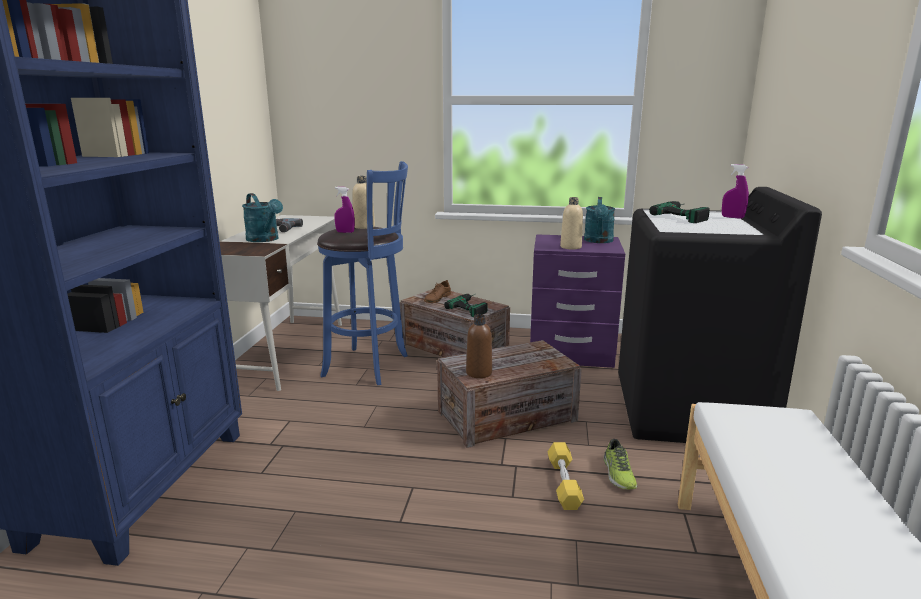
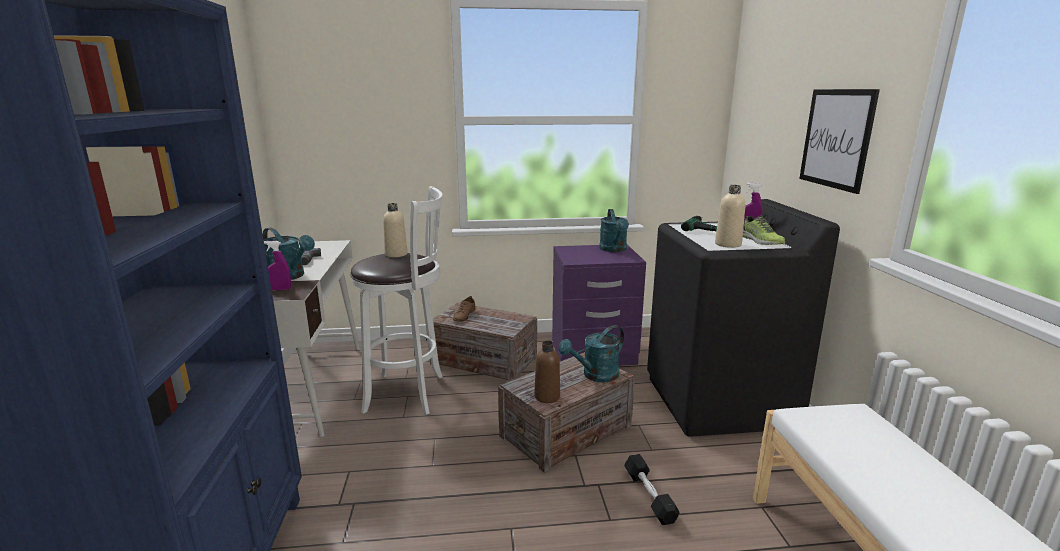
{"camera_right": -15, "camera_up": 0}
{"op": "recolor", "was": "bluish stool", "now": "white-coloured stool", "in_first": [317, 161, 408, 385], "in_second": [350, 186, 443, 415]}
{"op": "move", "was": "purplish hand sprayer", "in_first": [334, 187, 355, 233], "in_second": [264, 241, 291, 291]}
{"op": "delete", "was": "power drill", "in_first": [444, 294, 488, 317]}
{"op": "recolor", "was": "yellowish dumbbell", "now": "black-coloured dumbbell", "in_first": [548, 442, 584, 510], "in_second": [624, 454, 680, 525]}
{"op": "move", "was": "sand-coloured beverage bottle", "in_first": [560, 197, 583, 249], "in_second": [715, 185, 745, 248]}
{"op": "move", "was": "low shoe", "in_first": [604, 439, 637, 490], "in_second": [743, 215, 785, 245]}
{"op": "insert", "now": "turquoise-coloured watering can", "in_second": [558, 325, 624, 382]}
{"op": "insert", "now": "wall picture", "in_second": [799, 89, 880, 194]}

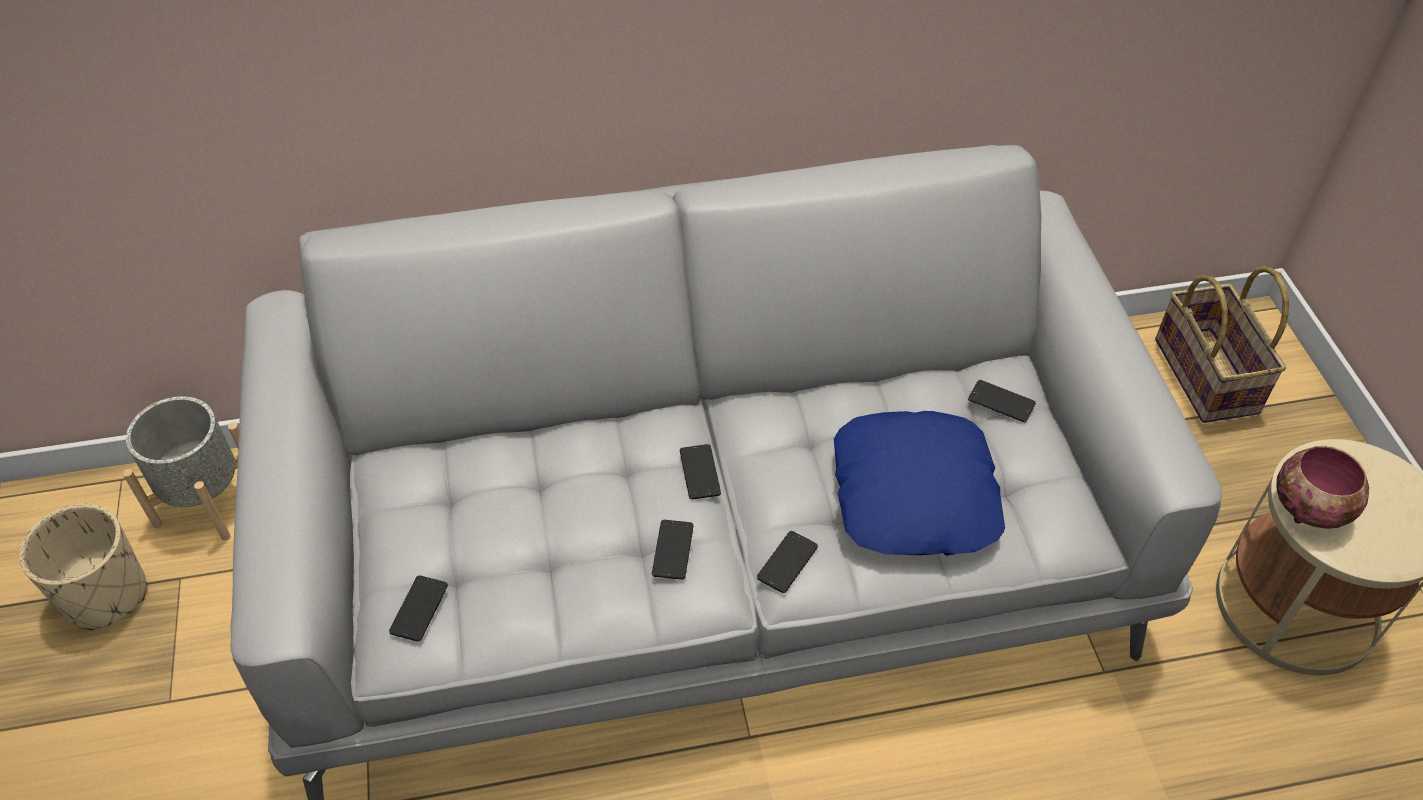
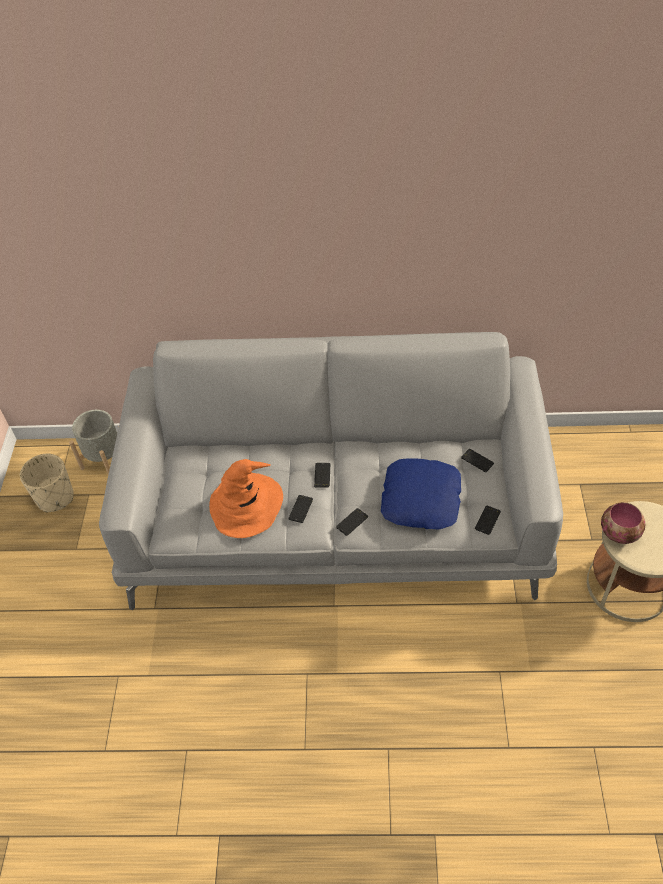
{"camera_right": 15, "camera_up": 0}
{"op": "move", "was": "handset", "in_first": [389, 575, 448, 642], "in_second": [475, 506, 501, 535]}
{"op": "delete", "was": "basket", "in_first": [1155, 266, 1289, 423]}
{"op": "insert", "now": "orange wearable hat", "in_second": [209, 459, 283, 538]}

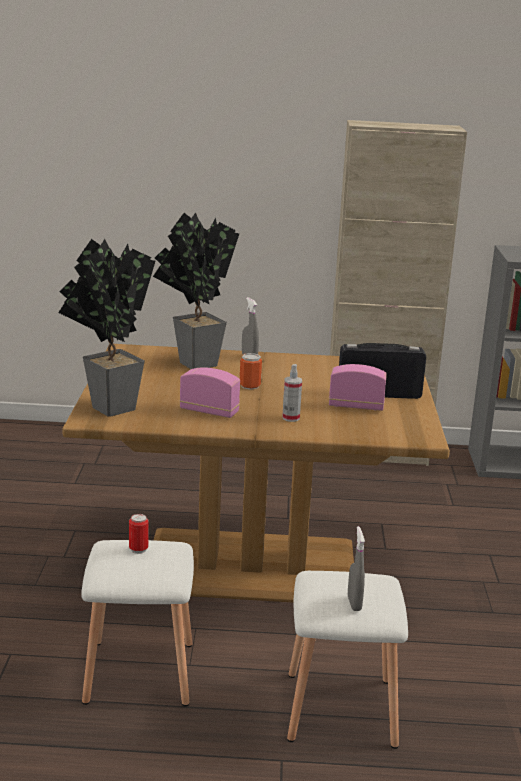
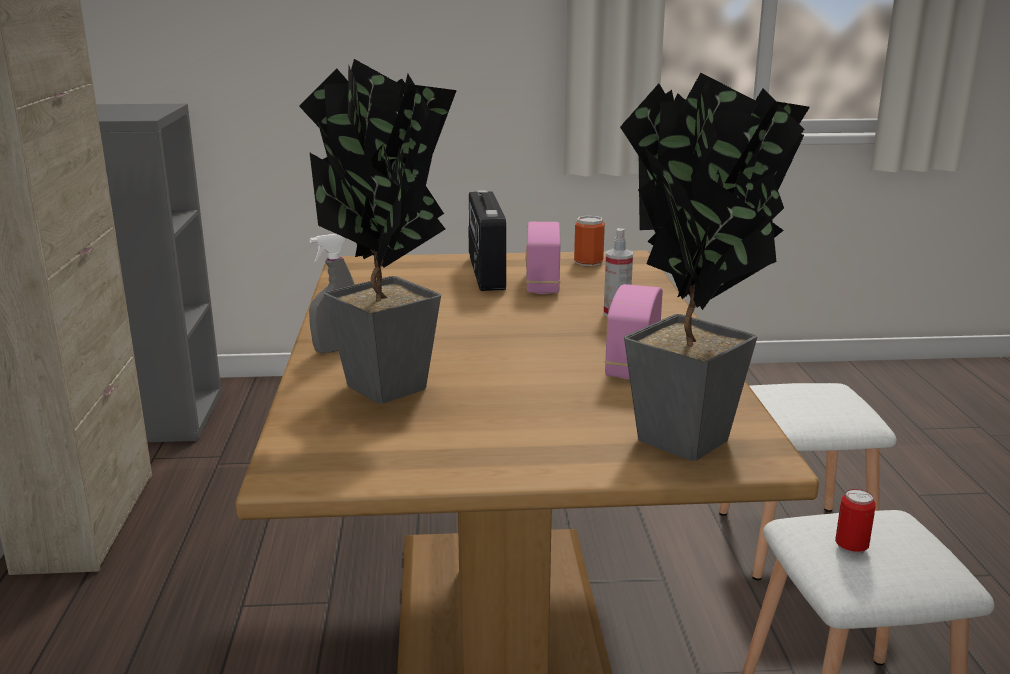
{"camera_right": -95, "camera_up": 0}
{"op": "move", "was": "sealed can", "in_first": [240, 353, 262, 389], "in_second": [574, 216, 605, 266]}
{"op": "delete", "was": "gray hand sprayer", "in_first": [348, 526, 365, 611]}

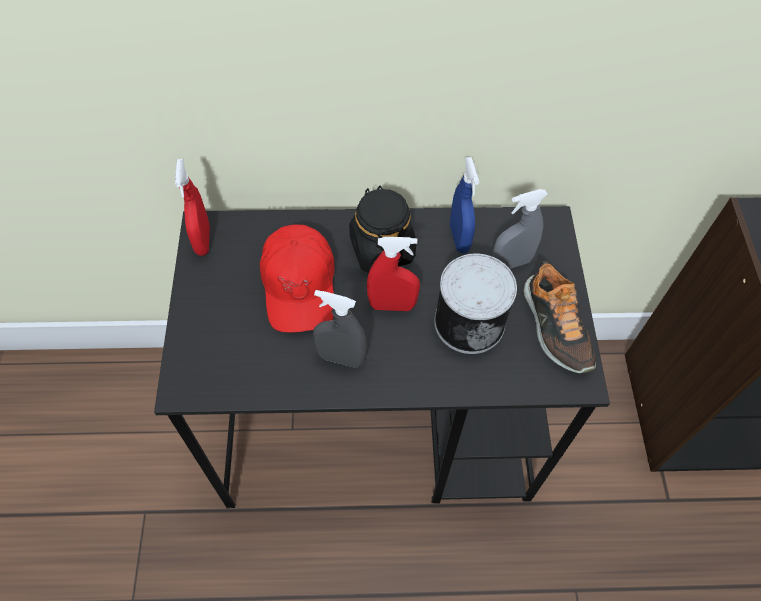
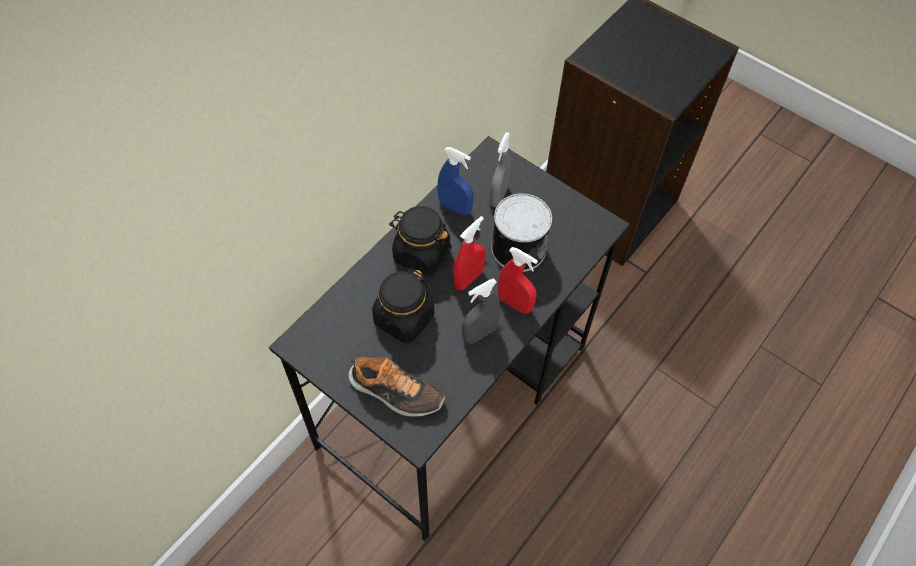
{"camera_right": -50, "camera_up": 0}
{"op": "move", "was": "red-coloured hand sprayer", "in_first": [175, 159, 210, 256], "in_second": [498, 247, 538, 314]}
{"op": "replace", "was": "red-coloured baseball cap", "now": "black-coloured jar", "in_first": [260, 224, 335, 333], "in_second": [372, 268, 434, 343]}
{"op": "move", "was": "low shoe", "in_first": [524, 260, 596, 374], "in_second": [348, 357, 445, 417]}

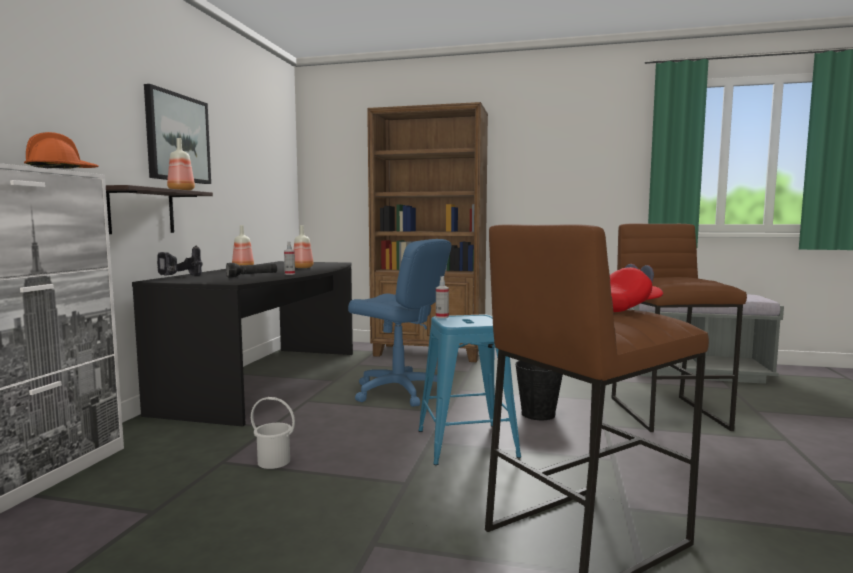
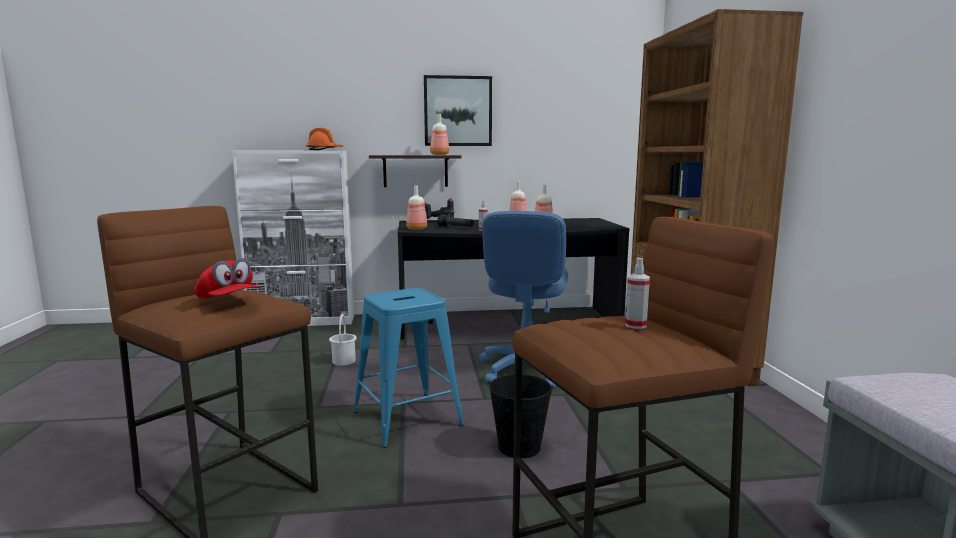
{"camera_right": 70, "camera_up": 5}
{"op": "move", "was": "hand sprayer", "in_first": [436, 276, 449, 318], "in_second": [625, 258, 650, 329]}
{"op": "insert", "now": "beverage bottle", "in_second": [406, 185, 427, 230]}

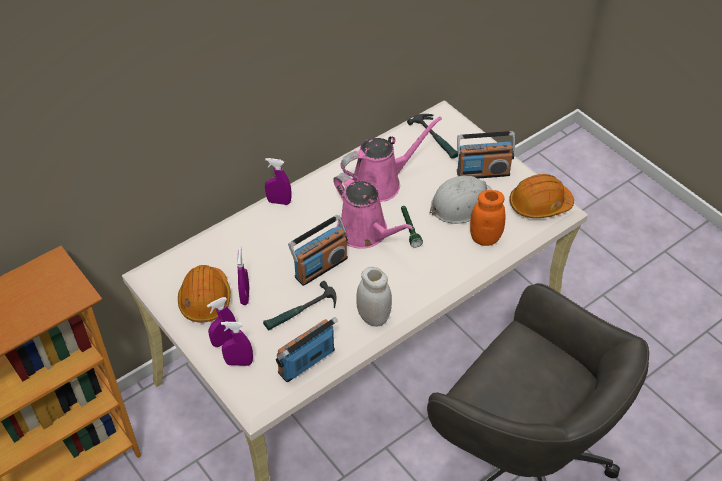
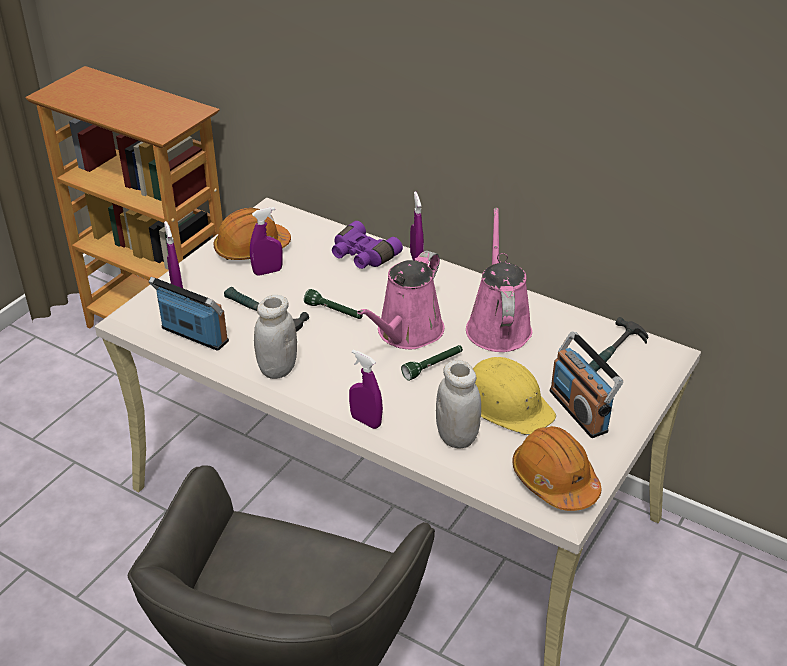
{"camera_right": 70, "camera_up": -10}
{"op": "move", "was": "purplish hand sprayer", "in_first": [207, 297, 236, 347], "in_second": [349, 349, 383, 429]}
{"op": "replace", "was": "radio set", "now": "green-coloured torch", "in_first": [288, 215, 348, 286], "in_second": [304, 289, 363, 319]}
{"op": "rotate", "was": "pinkish watering can", "in_first": [340, 117, 442, 202], "in_second": [466, 208, 532, 352], "clockwise": -135}
{"op": "recolor", "was": "white-coloured hard hat", "now": "yellowish hard hat", "in_first": [430, 176, 492, 224], "in_second": [473, 357, 556, 435]}
{"op": "recolor", "was": "orange jar", "now": "white-coloured jar", "in_first": [470, 190, 505, 246], "in_second": [436, 360, 481, 449]}
{"op": "insert", "now": "purplish field glasses", "in_second": [332, 221, 403, 269]}

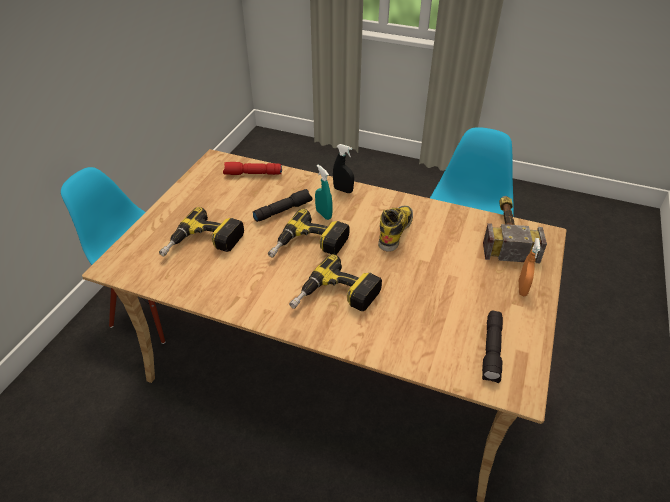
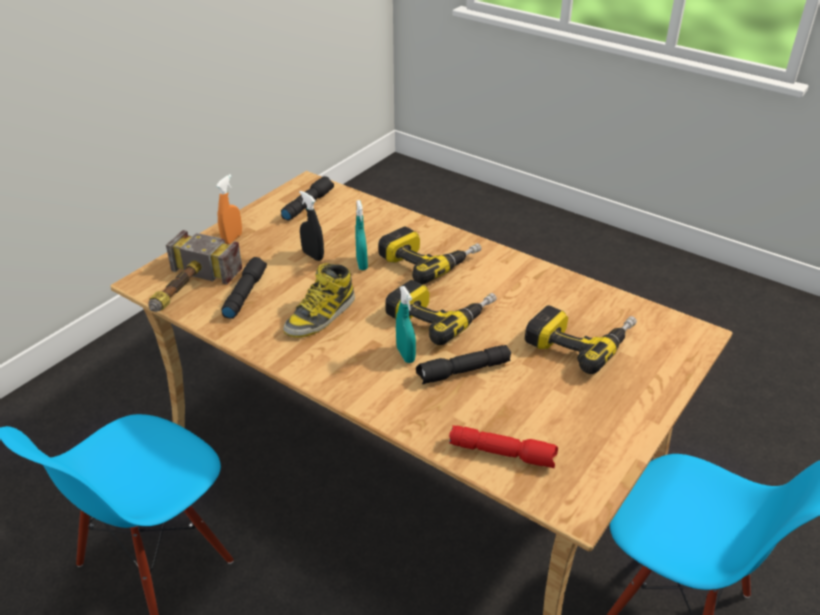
{"camera_right": -165, "camera_up": -5}
{"op": "move", "was": "black-coloured hand sprayer", "in_first": [333, 144, 354, 193], "in_second": [299, 191, 324, 261]}
{"op": "insert", "now": "black-coloured torch", "in_second": [221, 257, 267, 319]}
{"op": "insert", "now": "turquoise-coloured hand sprayer", "in_second": [355, 200, 368, 270]}

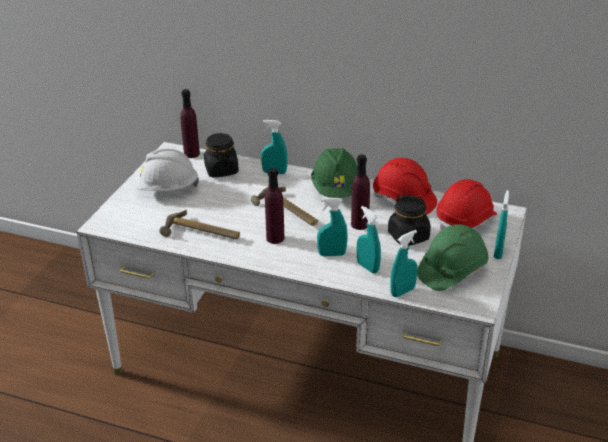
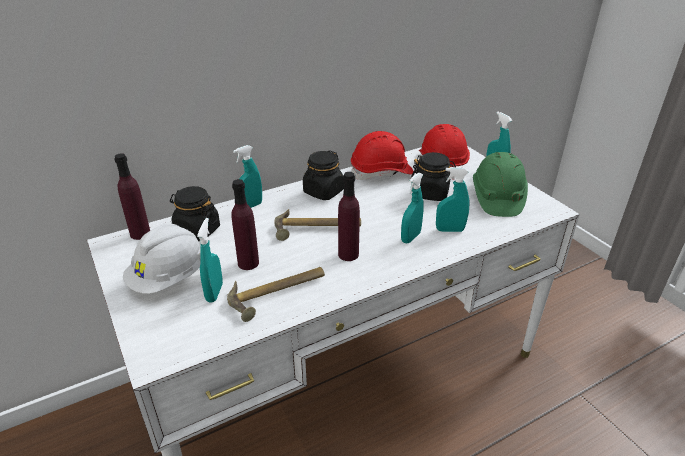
{"camera_right": -50, "camera_up": 0}
{"op": "replace", "was": "green-coloured hard hat", "now": "black-coloured jar", "in_first": [311, 148, 357, 198], "in_second": [303, 150, 344, 200]}
{"op": "move", "was": "purplish beverage bottle", "in_first": [351, 155, 370, 230], "in_second": [231, 179, 259, 270]}
{"op": "move", "was": "turquoise-coloured hand sprayer", "in_first": [390, 230, 417, 297], "in_second": [197, 218, 223, 303]}

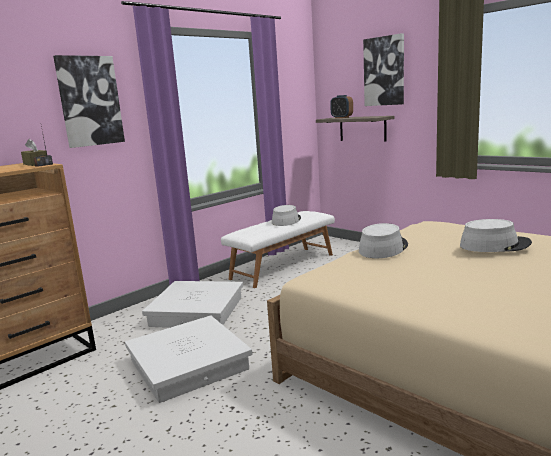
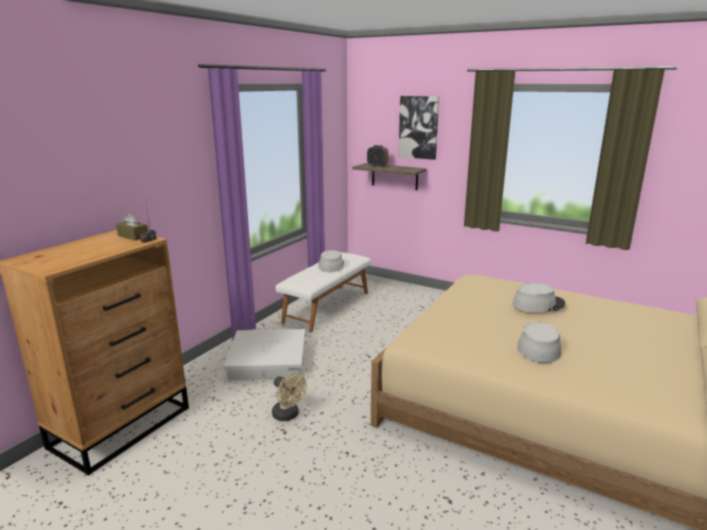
{"camera_right": -15, "camera_up": 5}
{"op": "delete", "was": "wall picture", "in_first": [53, 55, 125, 148]}
{"op": "replace", "was": "white-coloured storage box", "now": "sand-coloured cooling fan", "in_first": [125, 316, 252, 403], "in_second": [272, 373, 307, 421]}
{"op": "move", "was": "gray wearable hat", "in_first": [359, 223, 408, 258], "in_second": [517, 322, 562, 363]}

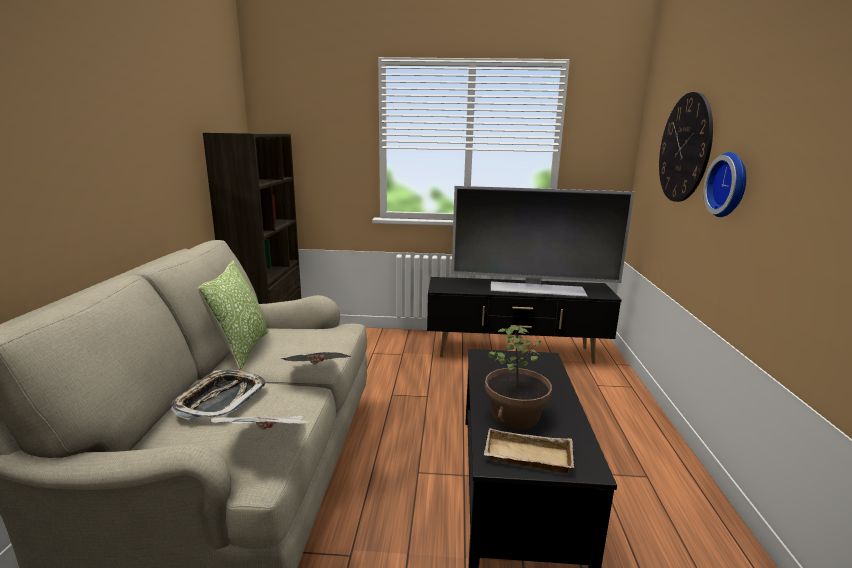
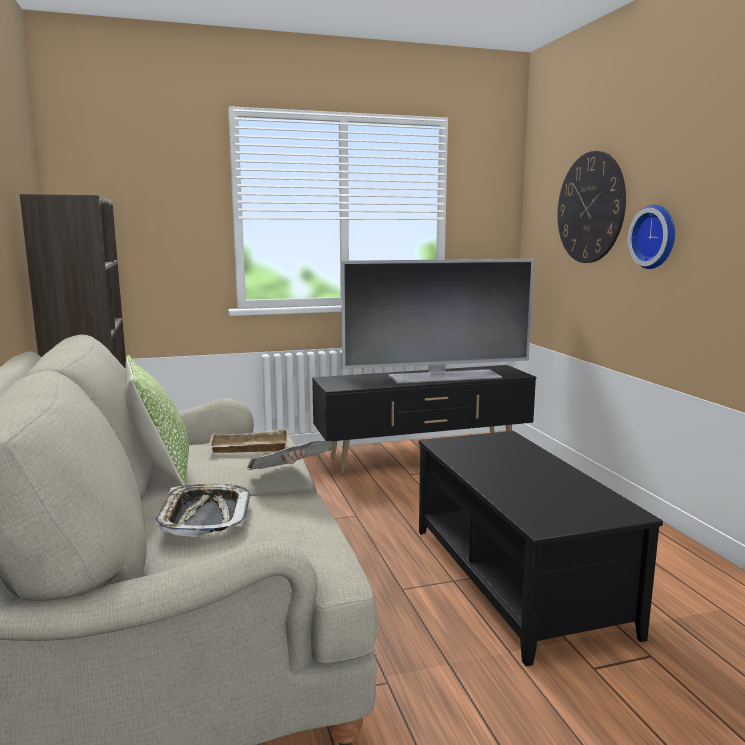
{"camera_right": -20, "camera_up": -5}
{"op": "delete", "was": "daily paper", "in_first": [211, 416, 310, 430]}
{"op": "move", "was": "sand-coloured tray", "in_first": [484, 428, 574, 473], "in_second": [207, 429, 289, 453]}
{"op": "delete", "was": "potted plant", "in_first": [485, 326, 552, 429]}

